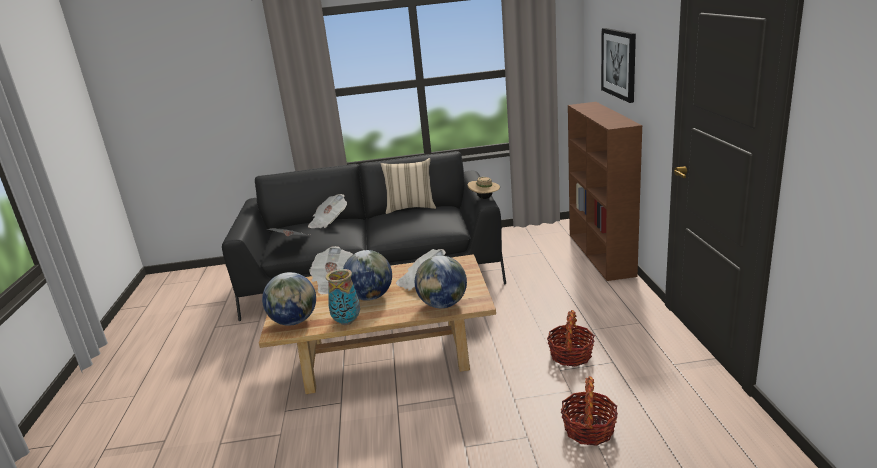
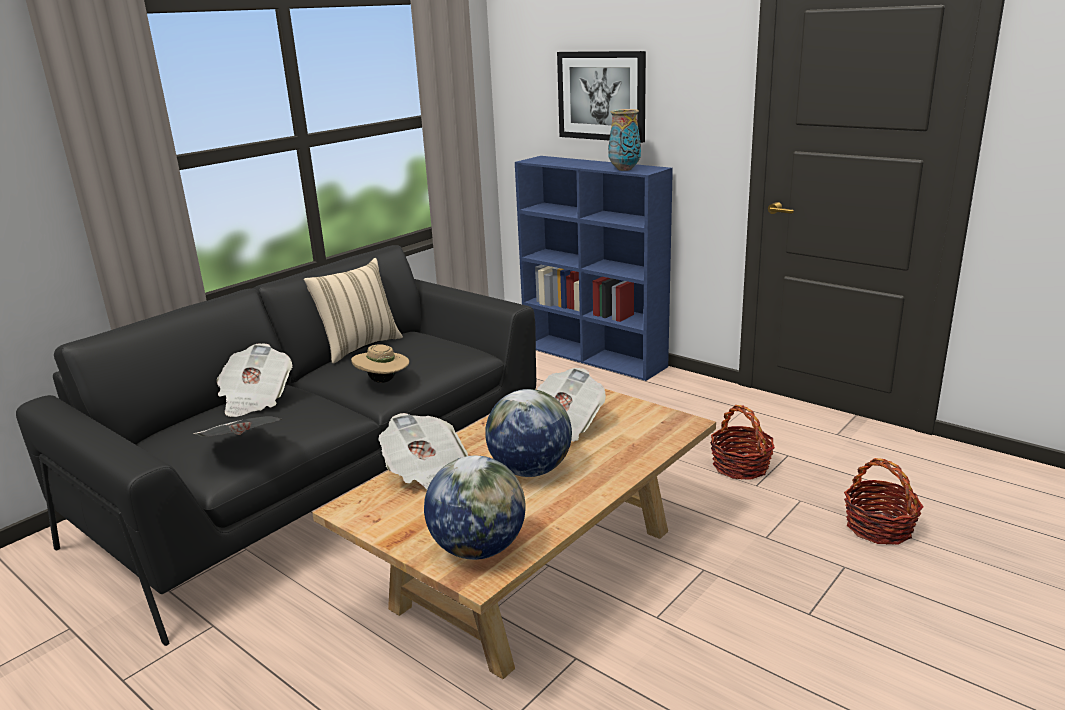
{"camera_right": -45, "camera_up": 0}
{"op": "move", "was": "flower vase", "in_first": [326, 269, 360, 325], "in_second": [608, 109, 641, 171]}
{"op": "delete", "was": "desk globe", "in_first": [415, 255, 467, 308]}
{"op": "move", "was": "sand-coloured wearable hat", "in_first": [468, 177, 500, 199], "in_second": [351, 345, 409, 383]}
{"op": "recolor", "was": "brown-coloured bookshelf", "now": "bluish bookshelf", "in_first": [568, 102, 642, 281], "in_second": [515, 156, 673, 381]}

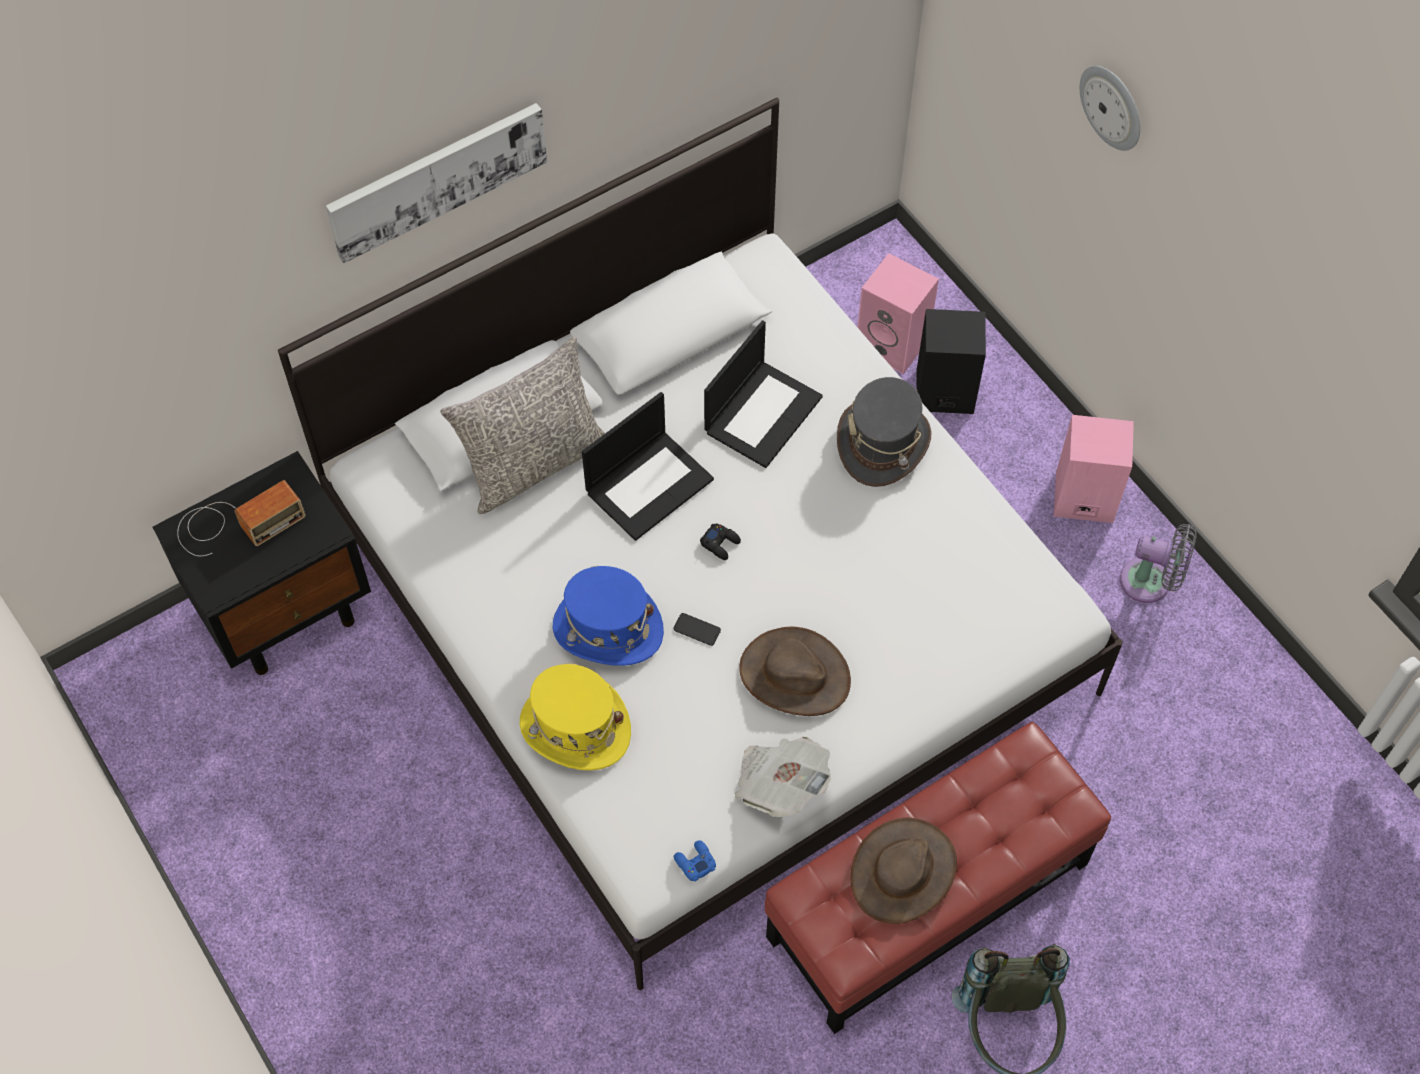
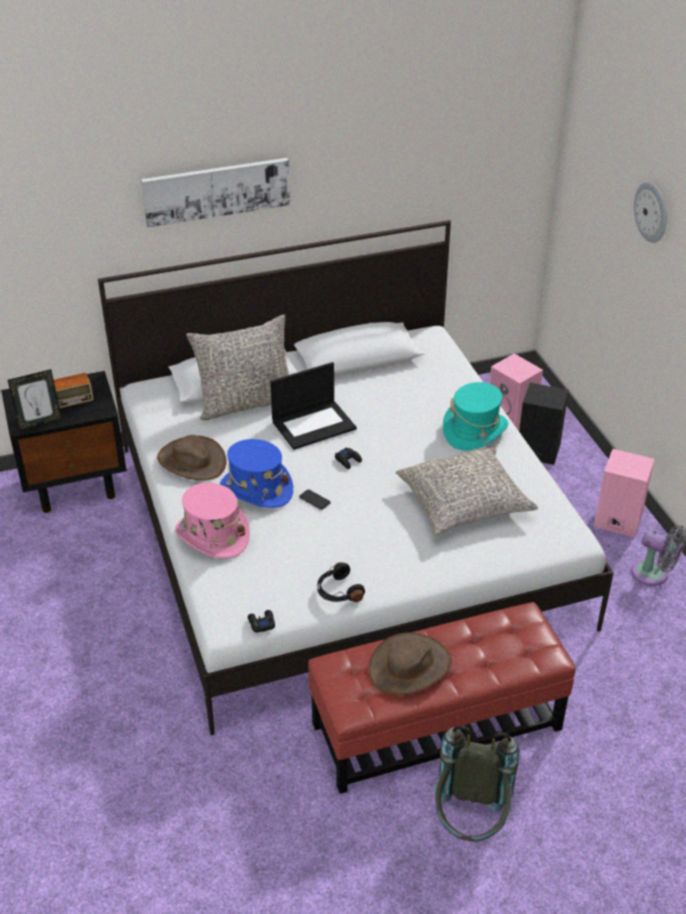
{"camera_right": 15, "camera_up": -20}
{"op": "recolor", "was": "yellowish wearable hat", "now": "pinkish wearable hat", "in_first": [520, 663, 631, 770], "in_second": [175, 483, 250, 559]}
{"op": "recolor", "was": "bluish joypad", "now": "black-coloured joypad", "in_first": [674, 840, 716, 882], "in_second": [248, 610, 275, 633]}
{"op": "delete", "was": "laptop", "in_first": [704, 320, 823, 468]}
{"op": "replace", "was": "daily paper", "now": "black-coloured headset", "in_first": [735, 737, 831, 817], "in_second": [317, 562, 365, 602]}
{"op": "move", "was": "brown-coloured wearable hat", "in_first": [739, 627, 851, 716], "in_second": [157, 435, 227, 481]}
{"op": "recolor", "was": "gray wearable hat", "now": "turquoise-coloured wearable hat", "in_first": [837, 377, 931, 487], "in_second": [443, 382, 508, 451]}
{"op": "insert", "now": "standing frame", "in_second": [8, 369, 62, 430]}
{"op": "insert", "now": "gray cushion", "in_second": [396, 447, 538, 535]}

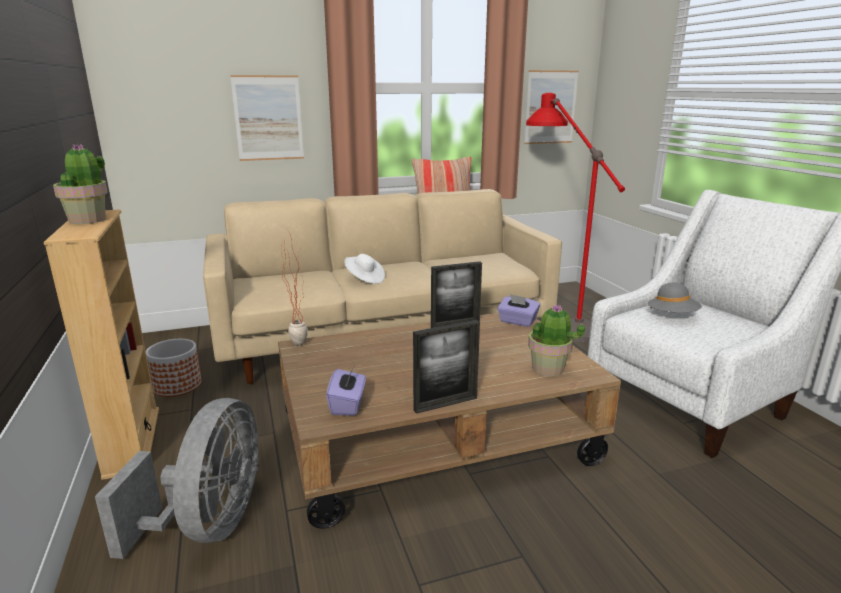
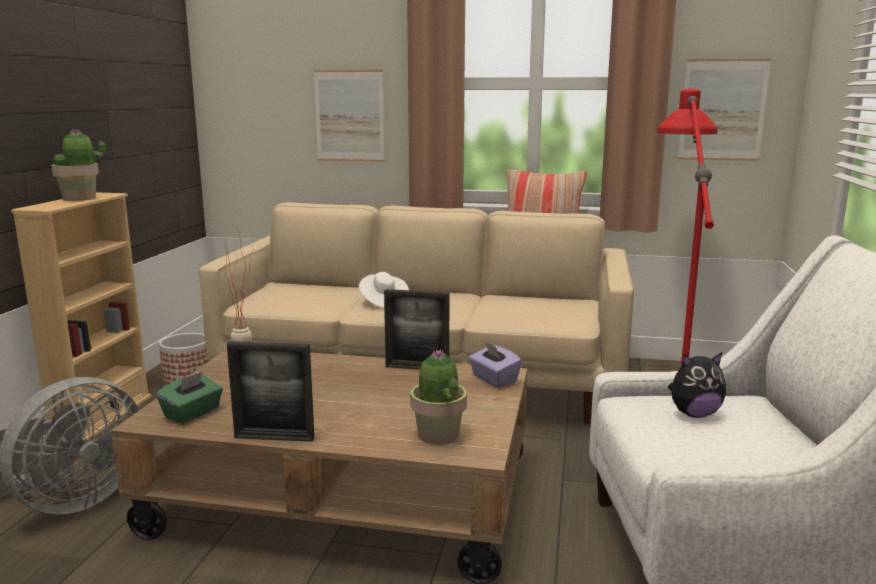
{"camera_right": 30, "camera_up": -5}
{"op": "recolor", "was": "purplish tissue holder", "now": "green-coloured tissue holder", "in_first": [326, 366, 366, 416], "in_second": [156, 371, 223, 424]}
{"op": "replace", "was": "gray wearable hat", "now": "plush toy", "in_first": [648, 283, 702, 313], "in_second": [668, 352, 726, 418]}

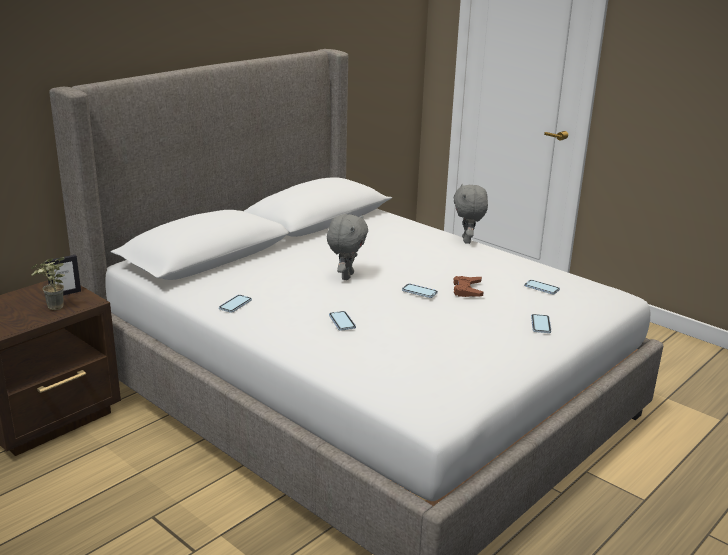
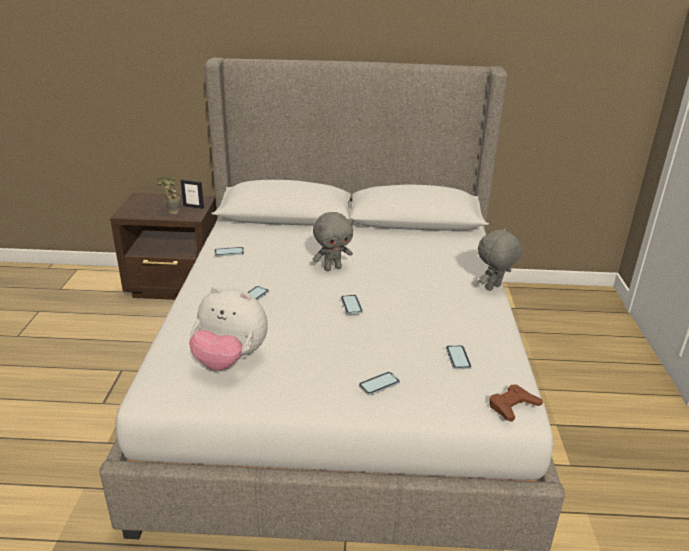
{"camera_right": 50, "camera_up": 5}
{"op": "move", "was": "brown-coloured joypad", "in_first": [453, 276, 484, 297], "in_second": [489, 384, 543, 422]}
{"op": "insert", "now": "plush toy", "in_second": [189, 287, 267, 371]}

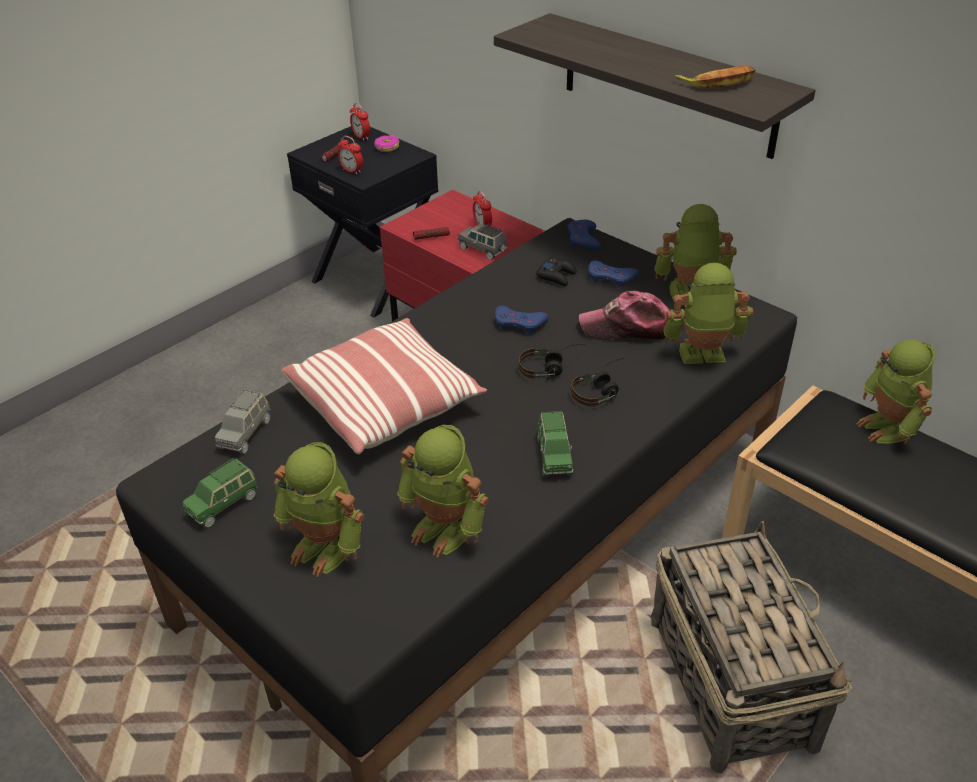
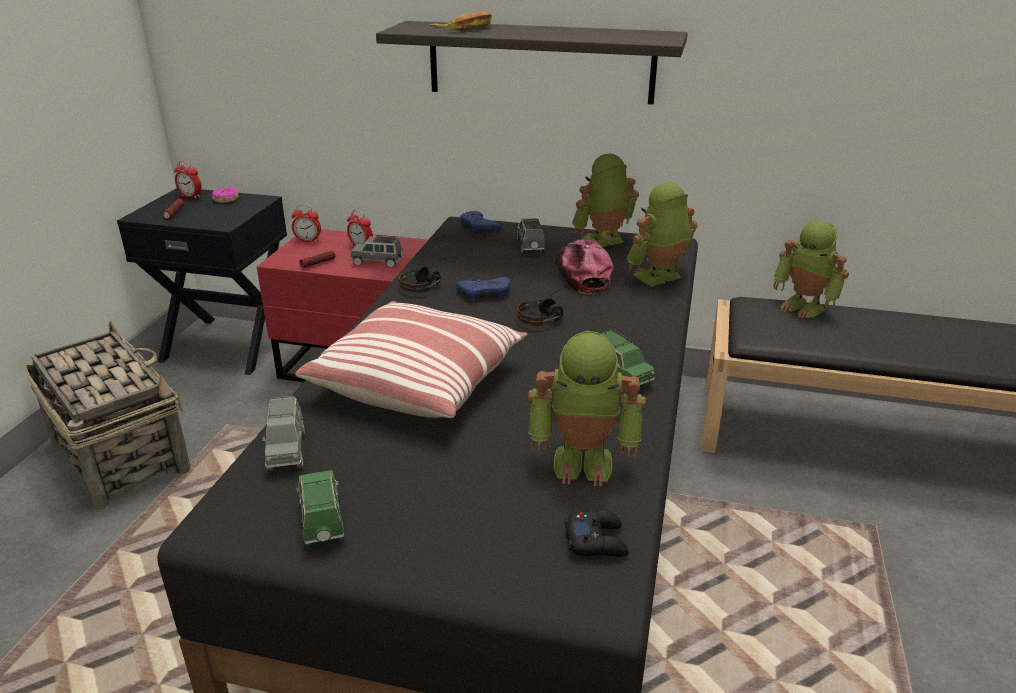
{"camera_right": -30, "camera_up": -10}
{"op": "rotate", "was": "green-coloured toy car", "in_first": [183, 458, 258, 528], "in_second": [296, 470, 345, 547], "clockwise": 150}
{"op": "delete", "was": "model robot", "in_first": [274, 442, 364, 577]}
{"op": "move", "was": "alarm clock", "in_first": [338, 136, 363, 175], "in_second": [292, 205, 321, 242]}
{"op": "move", "was": "black-coloured joypad", "in_first": [536, 259, 577, 286], "in_second": [565, 510, 629, 557]}
{"op": "move", "was": "headset", "in_first": [571, 358, 627, 407], "in_second": [399, 253, 441, 293]}
{"op": "rotate", "was": "baseball cap", "in_first": [579, 291, 670, 340], "in_second": [555, 239, 613, 294], "clockwise": 105}
{"op": "replace", "was": "bluish joypad", "now": "gray toy car", "in_first": [588, 260, 639, 288], "in_second": [517, 218, 545, 254]}
{"op": "move", "was": "basket", "in_first": [651, 521, 852, 773], "in_second": [24, 321, 191, 510]}
{"op": "move", "was": "whole banana", "in_first": [675, 65, 755, 89], "in_second": [431, 11, 492, 31]}

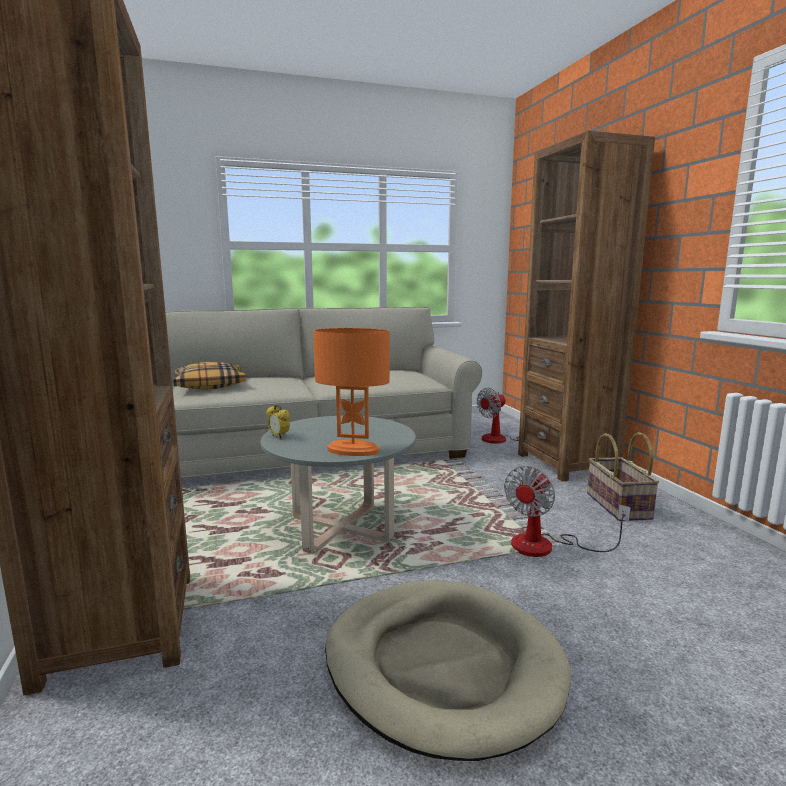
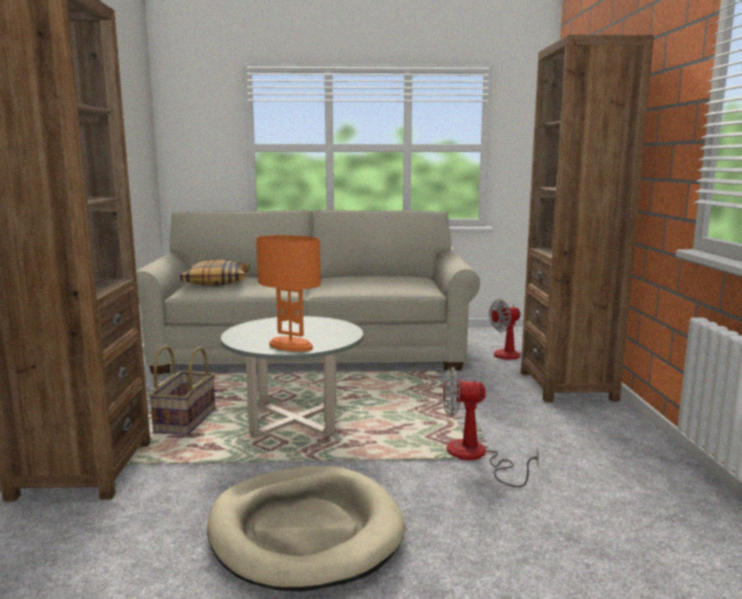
{"camera_right": 15, "camera_up": 0}
{"op": "delete", "was": "alarm clock", "in_first": [266, 404, 290, 438]}
{"op": "rotate", "was": "cooling fan", "in_first": [504, 466, 631, 557], "in_second": [443, 367, 539, 487], "clockwise": 45}
{"op": "move", "was": "basket", "in_first": [587, 432, 659, 521], "in_second": [149, 345, 216, 435]}

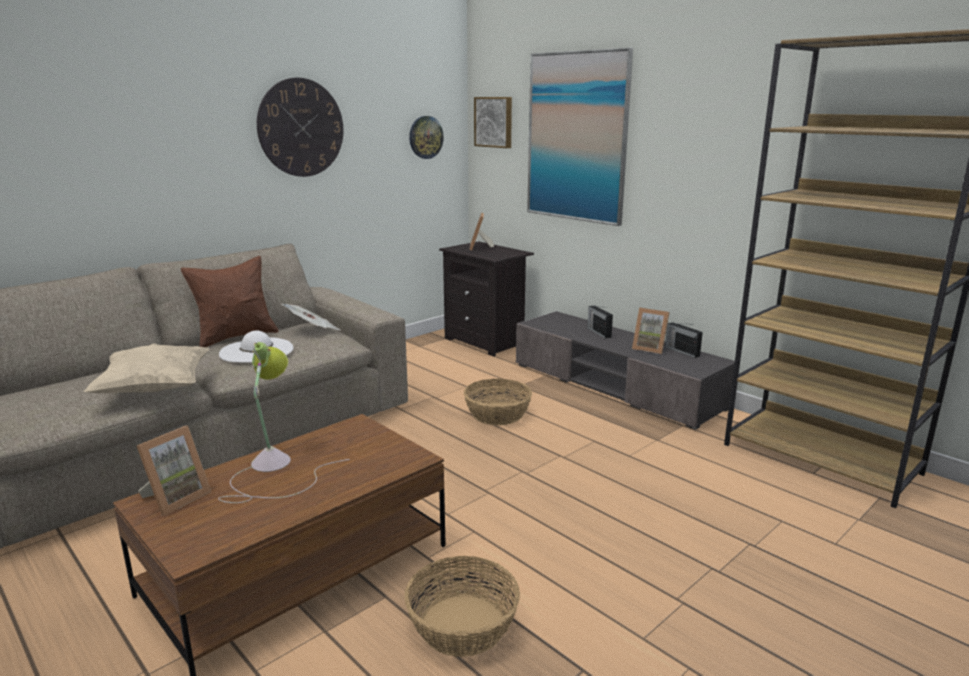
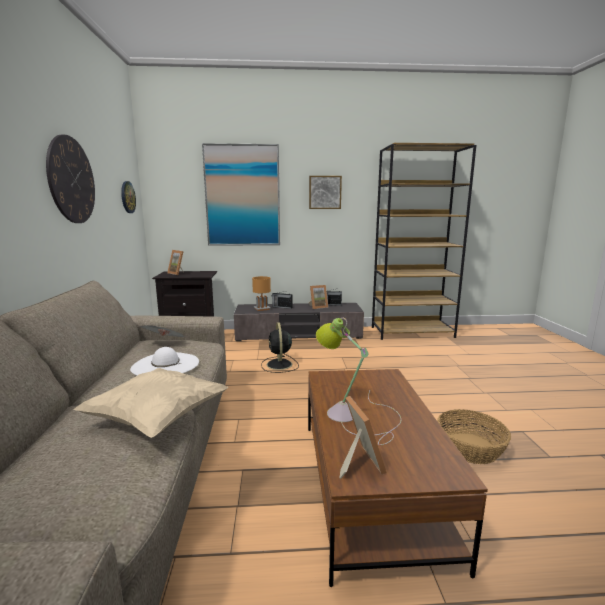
{"camera_right": -50, "camera_up": -5}
{"op": "delete", "was": "brown-coloured cushion", "in_first": [181, 256, 279, 347]}
{"op": "replace", "was": "basket", "now": "black-coloured cooling fan", "in_first": [464, 379, 532, 425], "in_second": [261, 322, 299, 373]}
{"op": "move", "was": "wall picture", "in_first": [474, 97, 512, 148], "in_second": [309, 176, 342, 209]}
{"op": "insert", "now": "brown-coloured lamp for a table", "in_second": [252, 276, 271, 311]}

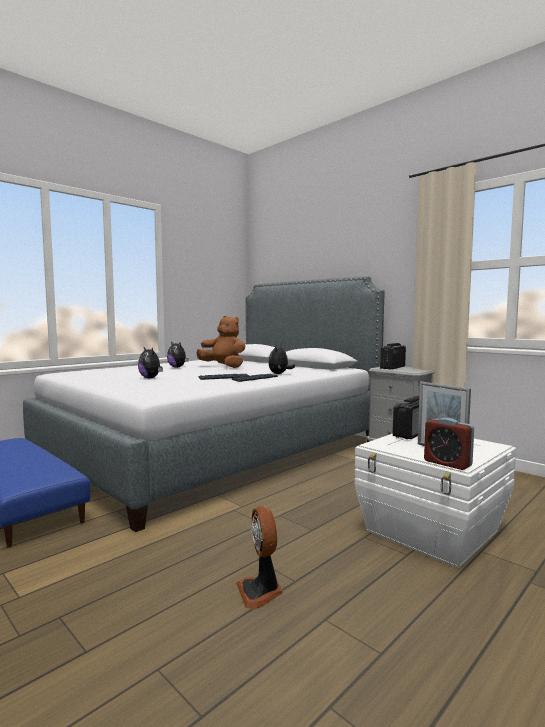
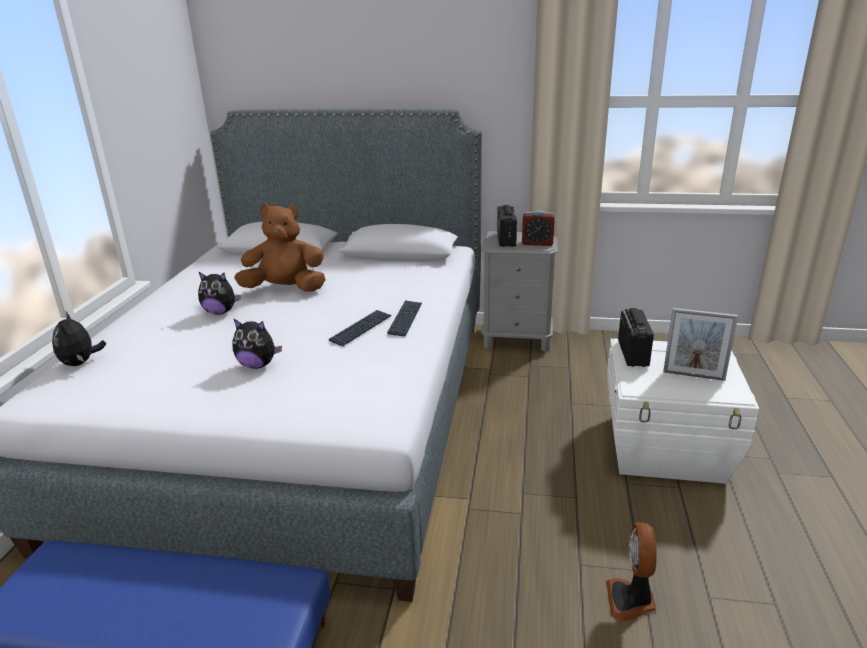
{"camera_right": -35, "camera_up": 20}
{"op": "rotate", "was": "cooling fan", "in_first": [236, 506, 283, 609], "in_second": [606, 522, 657, 621], "clockwise": 60}
{"op": "move", "was": "plush toy", "in_first": [268, 345, 295, 374], "in_second": [52, 312, 106, 366]}
{"op": "move", "was": "alarm clock", "in_first": [424, 418, 474, 470], "in_second": [522, 210, 555, 246]}

